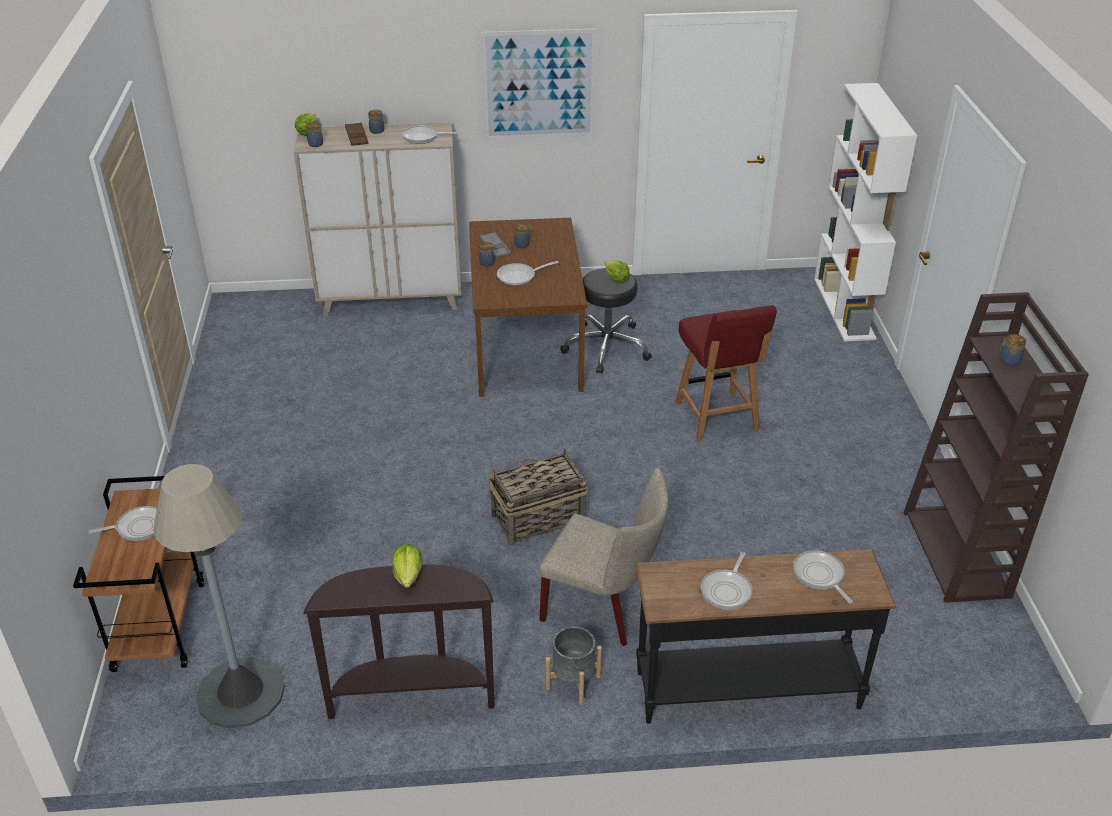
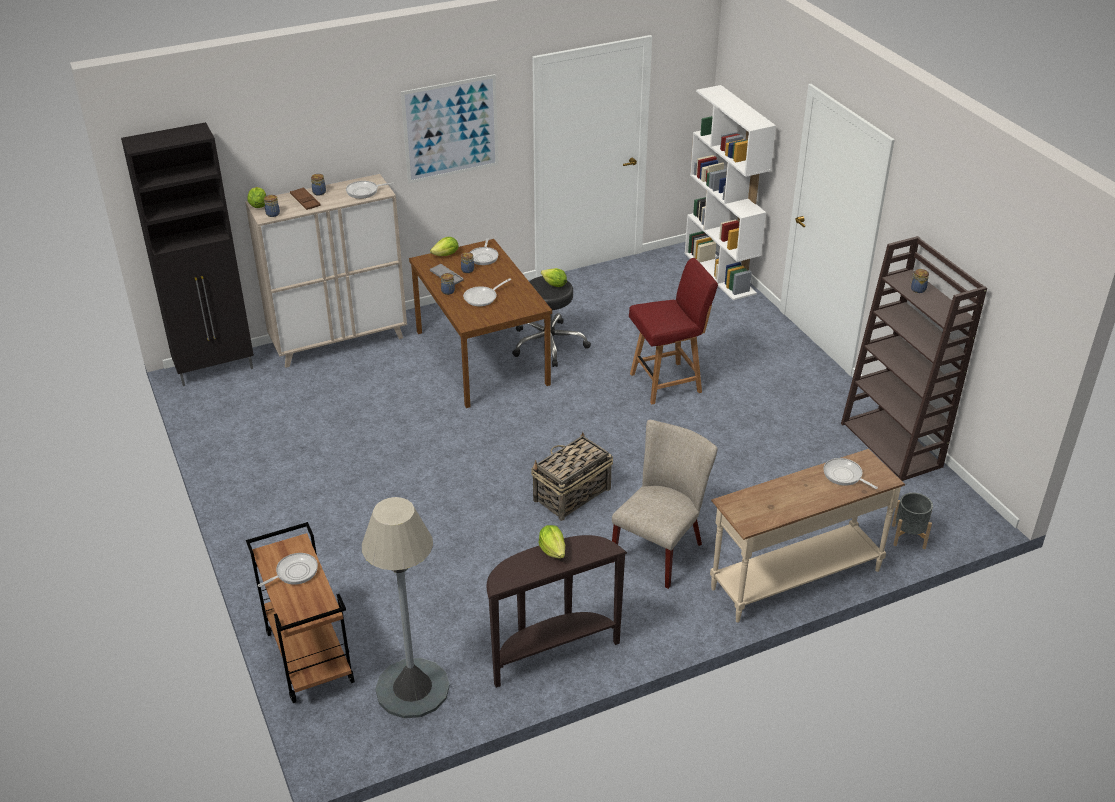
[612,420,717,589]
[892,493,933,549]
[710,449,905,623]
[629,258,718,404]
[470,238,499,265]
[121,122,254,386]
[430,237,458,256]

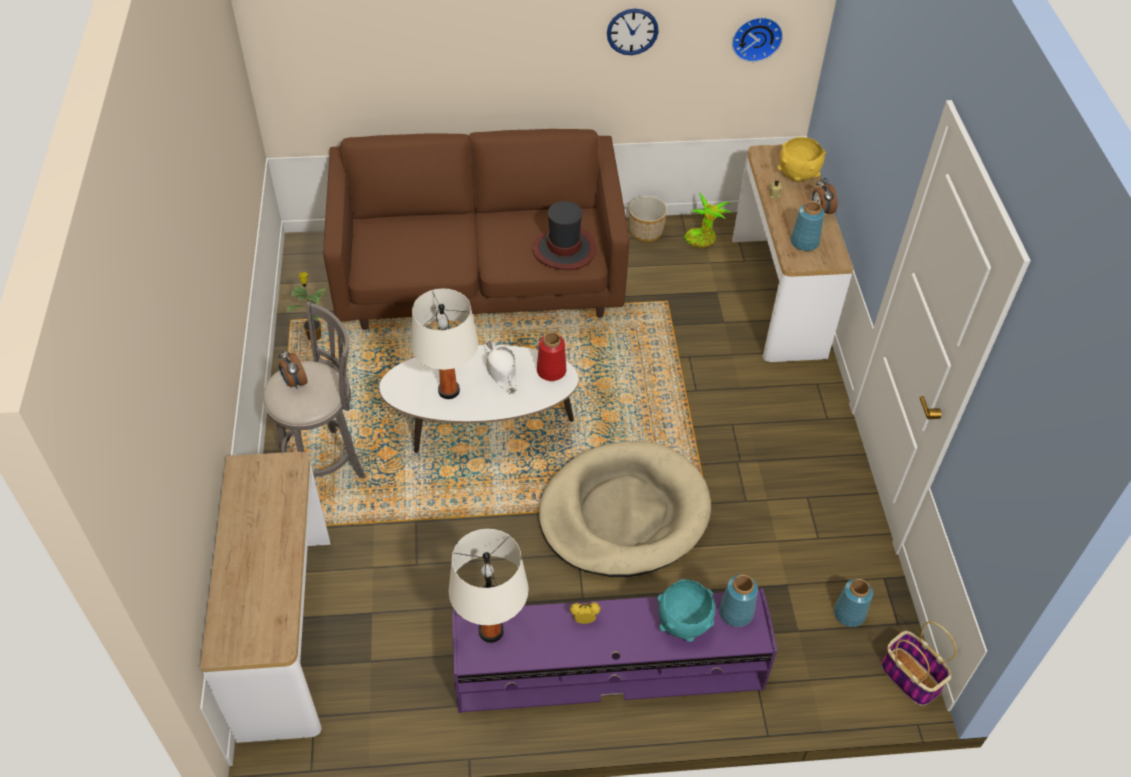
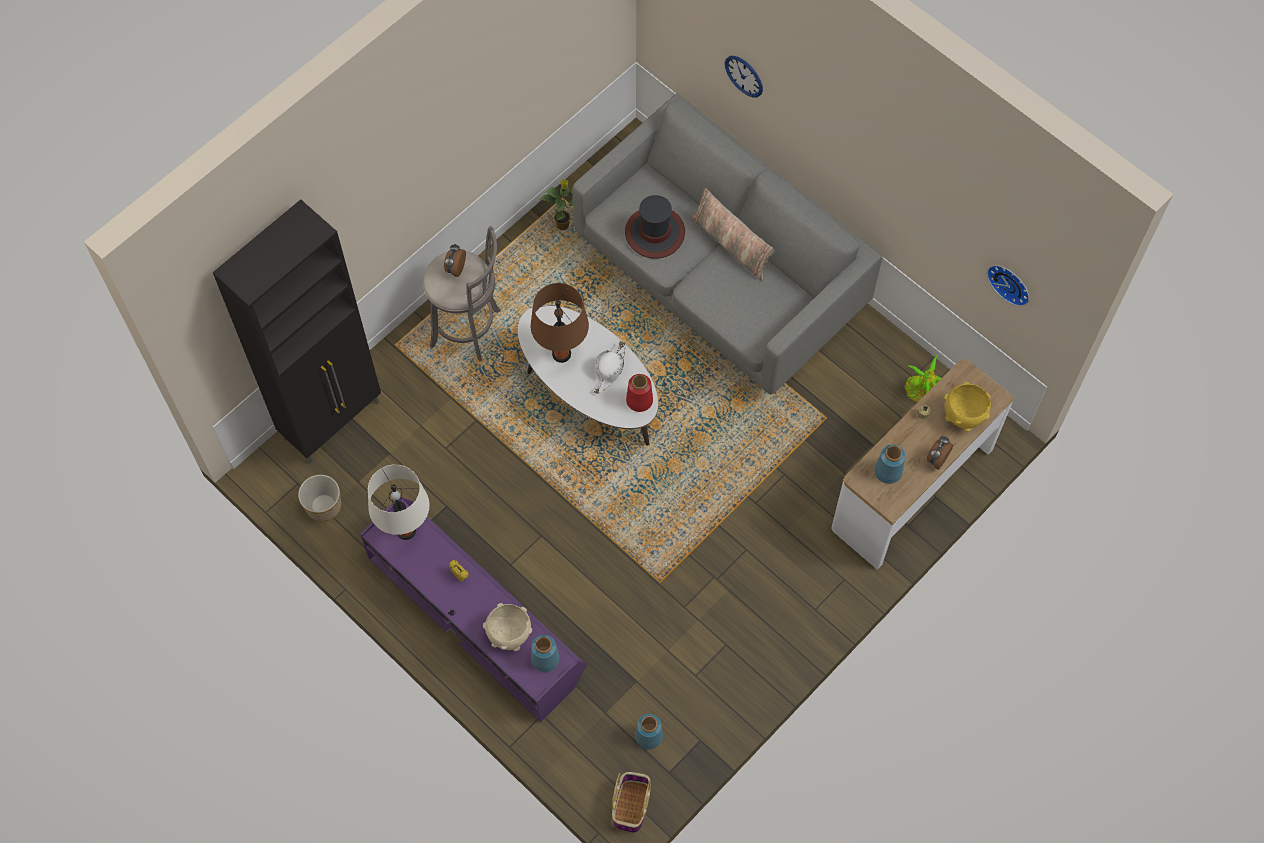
[213,199,381,464]
[572,94,883,394]
[531,283,589,363]
[625,195,685,259]
[539,441,711,577] (first image)
[725,56,763,98]
[298,475,341,522]
[483,603,532,651]
[691,188,774,281]

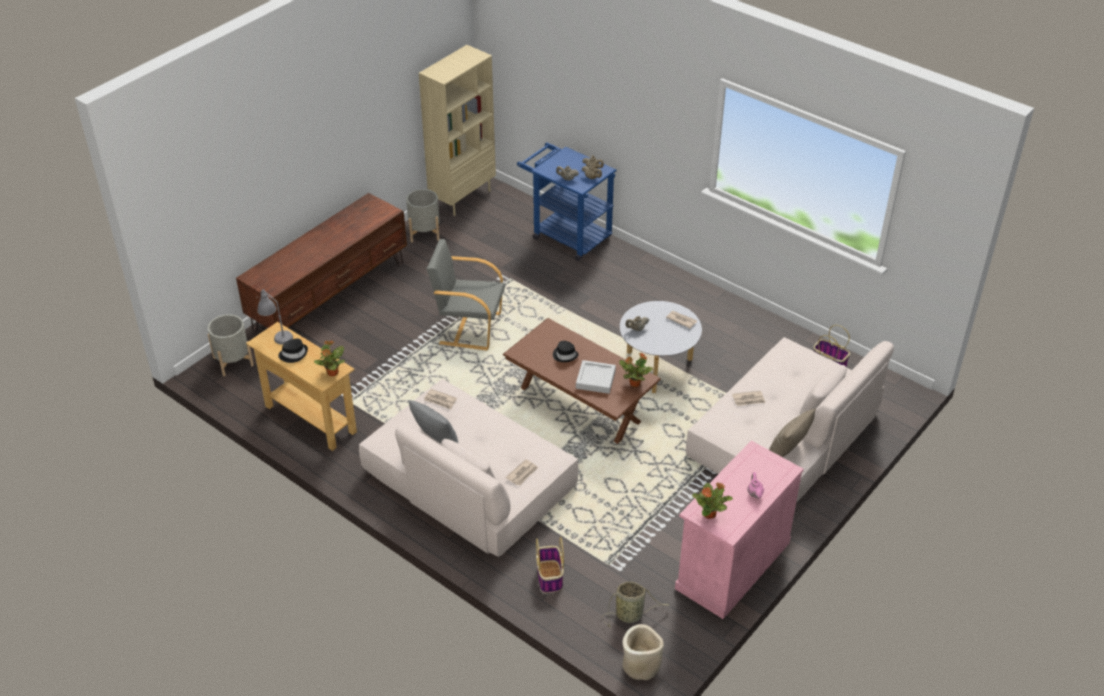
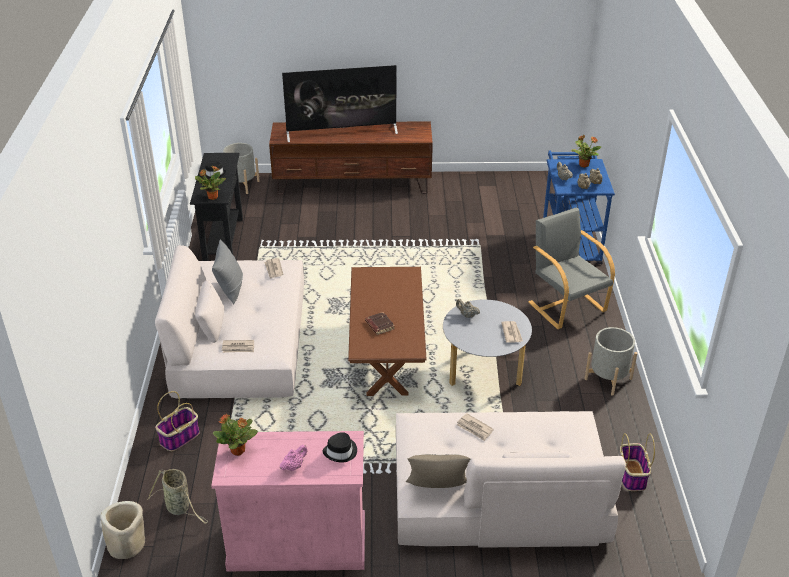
[190,153,243,261]
[257,289,293,345] (first image)
[585,327,637,396]
[419,45,496,216] (first image)
[528,208,615,329]
[322,432,357,463]
[365,312,395,335]
[571,135,601,168]
[282,65,398,142]

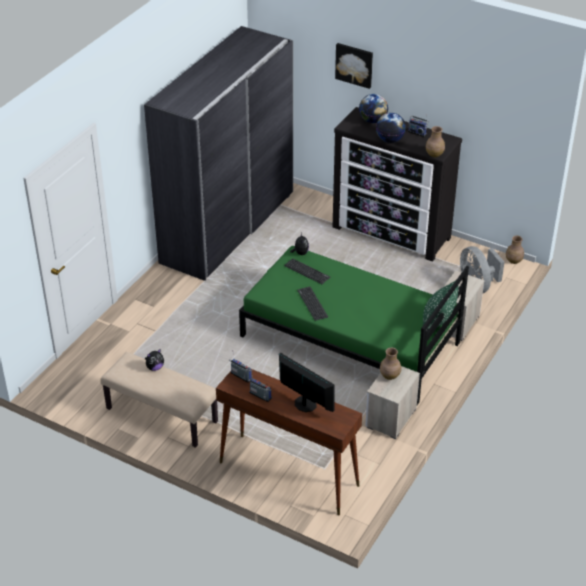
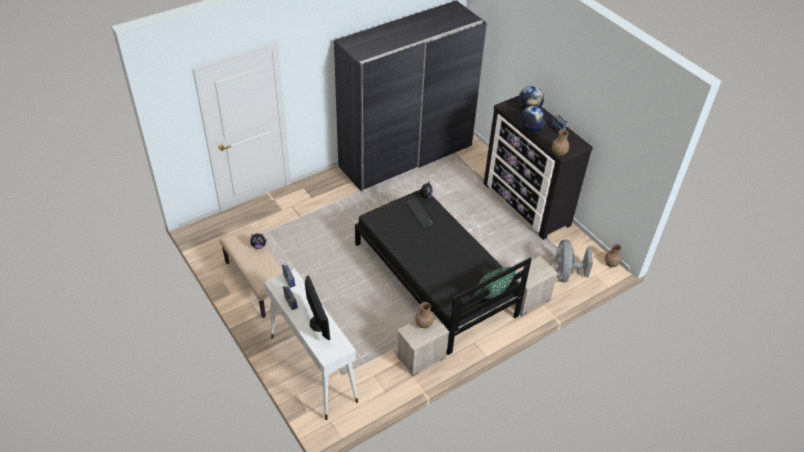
[264,269,358,420]
[355,189,532,355]
[297,287,328,321] (first image)
[335,43,373,89] (first image)

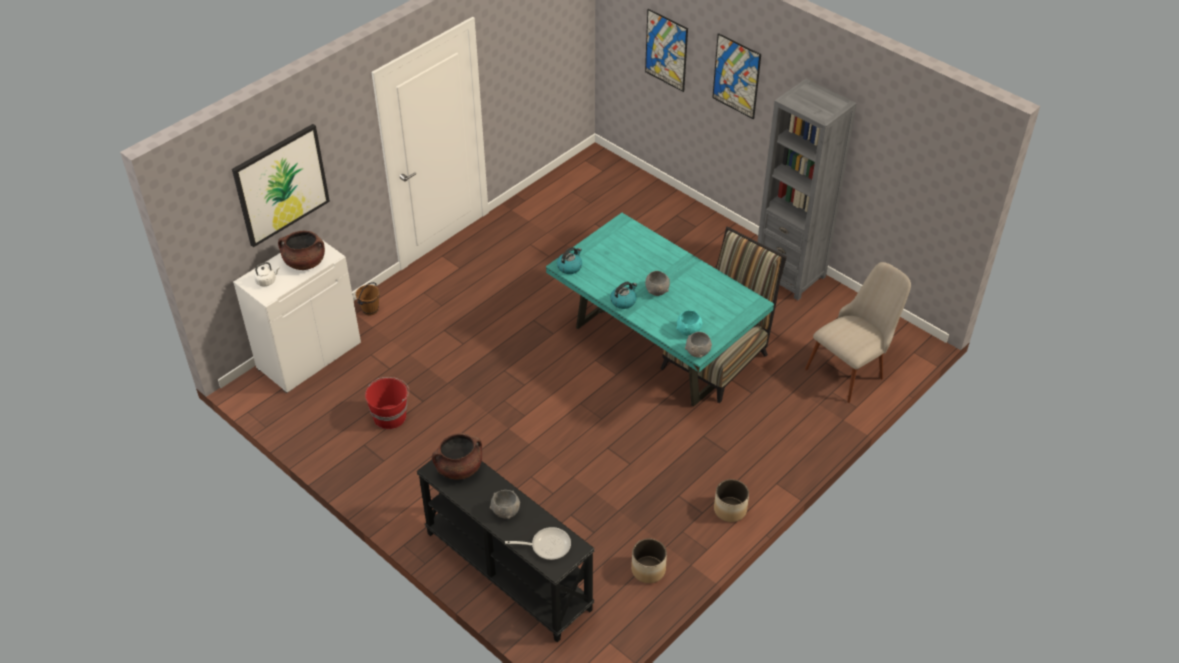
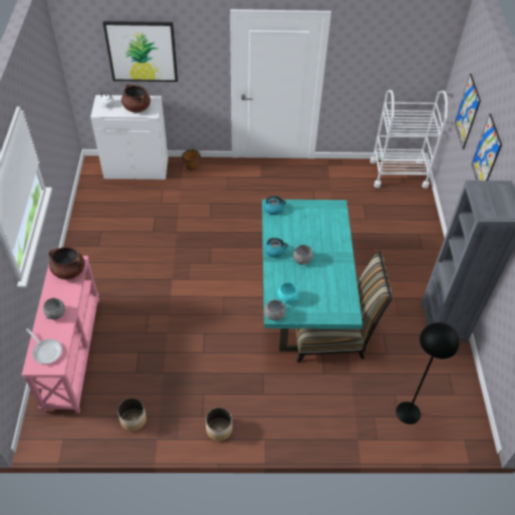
[365,377,409,429] (first image)
[22,256,100,413]
[396,322,460,424]
[370,90,448,188]

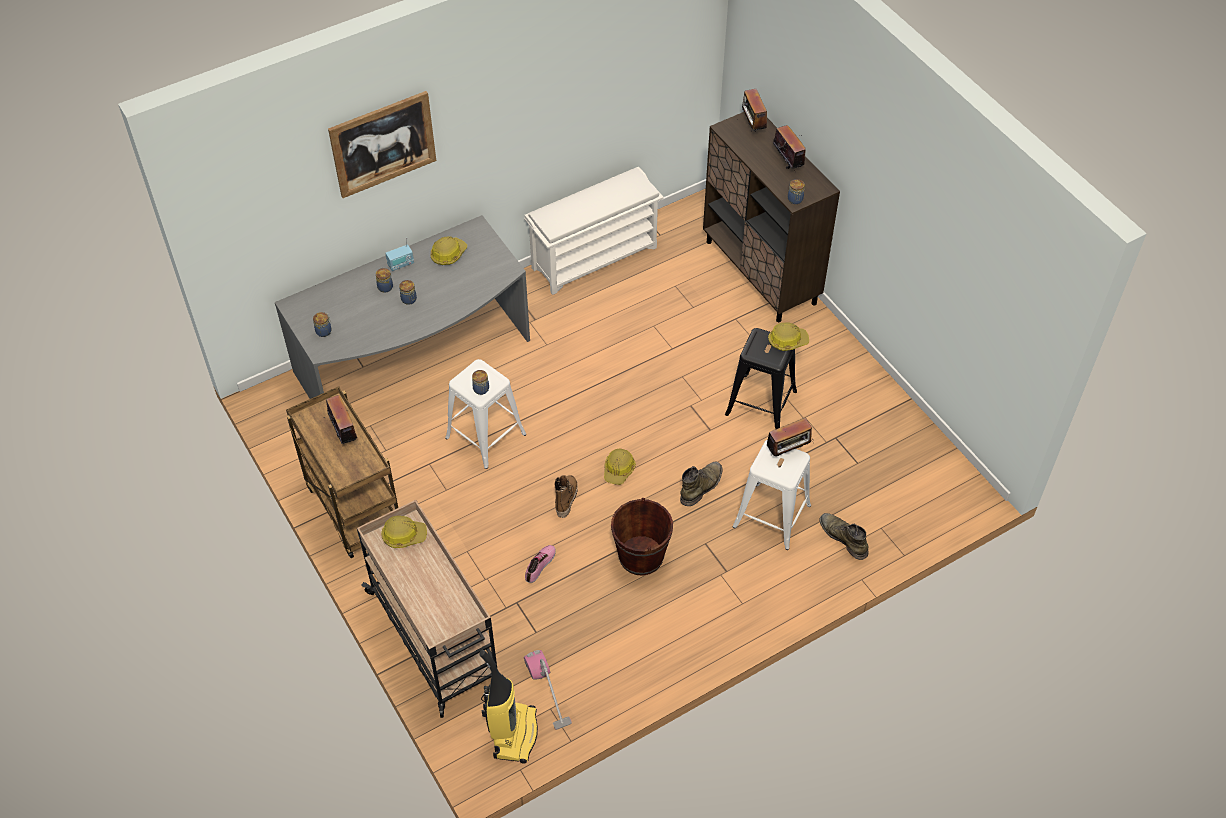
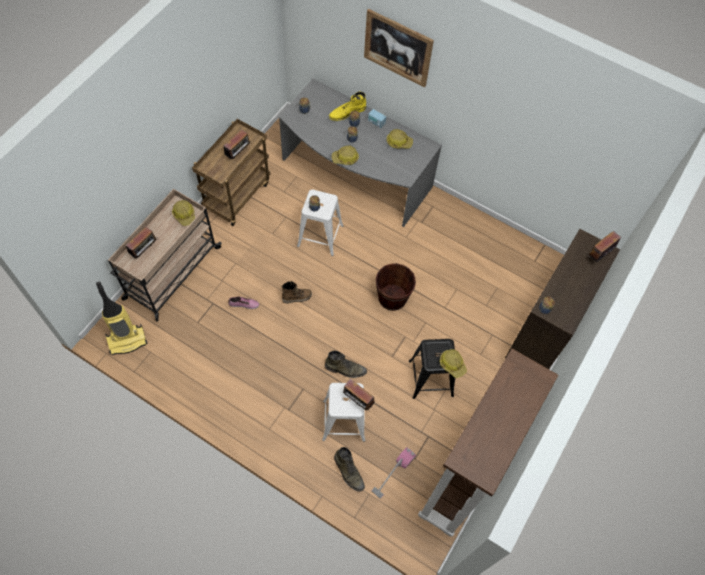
[524,167,664,295] (first image)
[372,447,416,499]
[332,146,359,165]
[376,263,416,311]
[126,226,156,258]
[334,447,365,492]
[329,92,366,121]
[418,349,558,537]

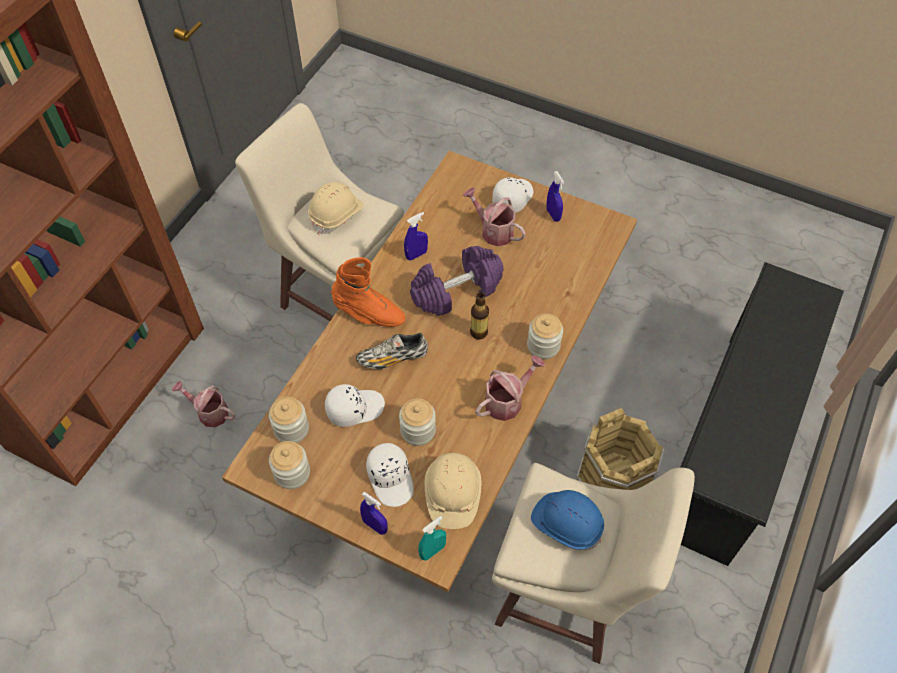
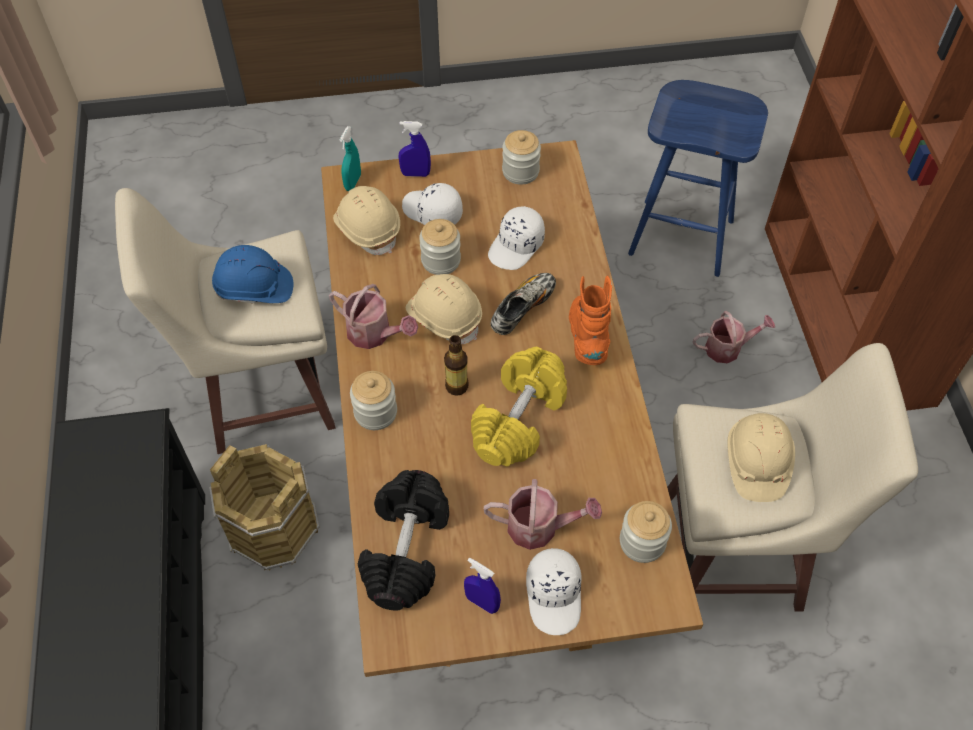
[620,501,672,563]
[569,276,612,365]
[404,212,428,260] (first image)
[471,347,567,467]
[329,284,418,349]
[358,470,449,611]
[406,274,482,344]
[628,80,768,277]

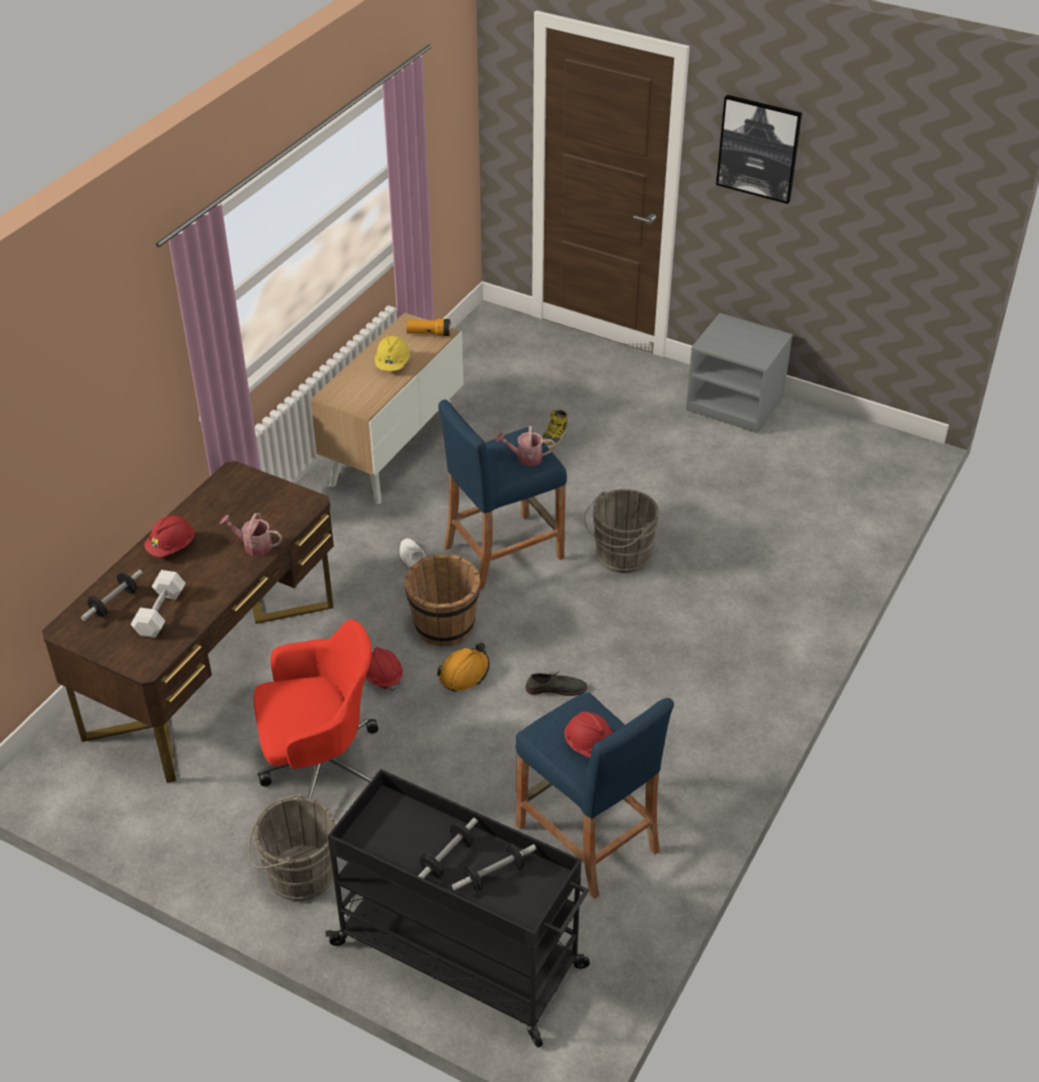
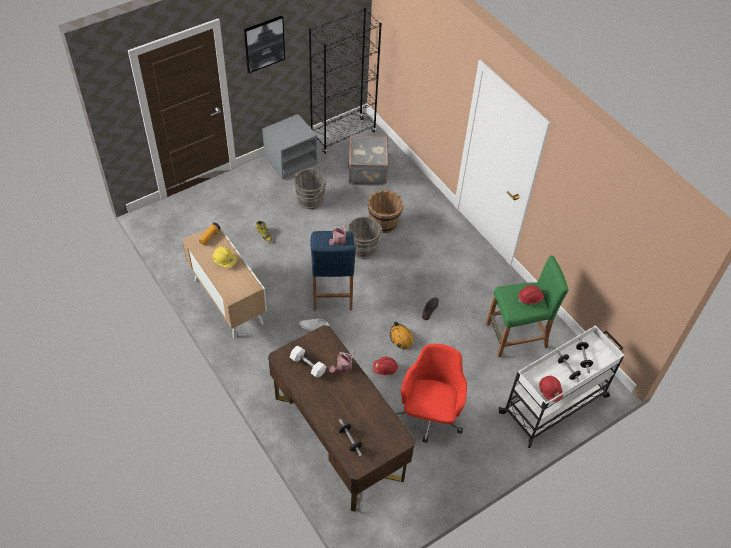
[290,346,326,378]
[539,375,563,402]
[290,169,326,209]
[498,325,625,448]
[368,190,403,233]
[486,255,569,357]
[309,8,382,154]
[348,136,390,186]

